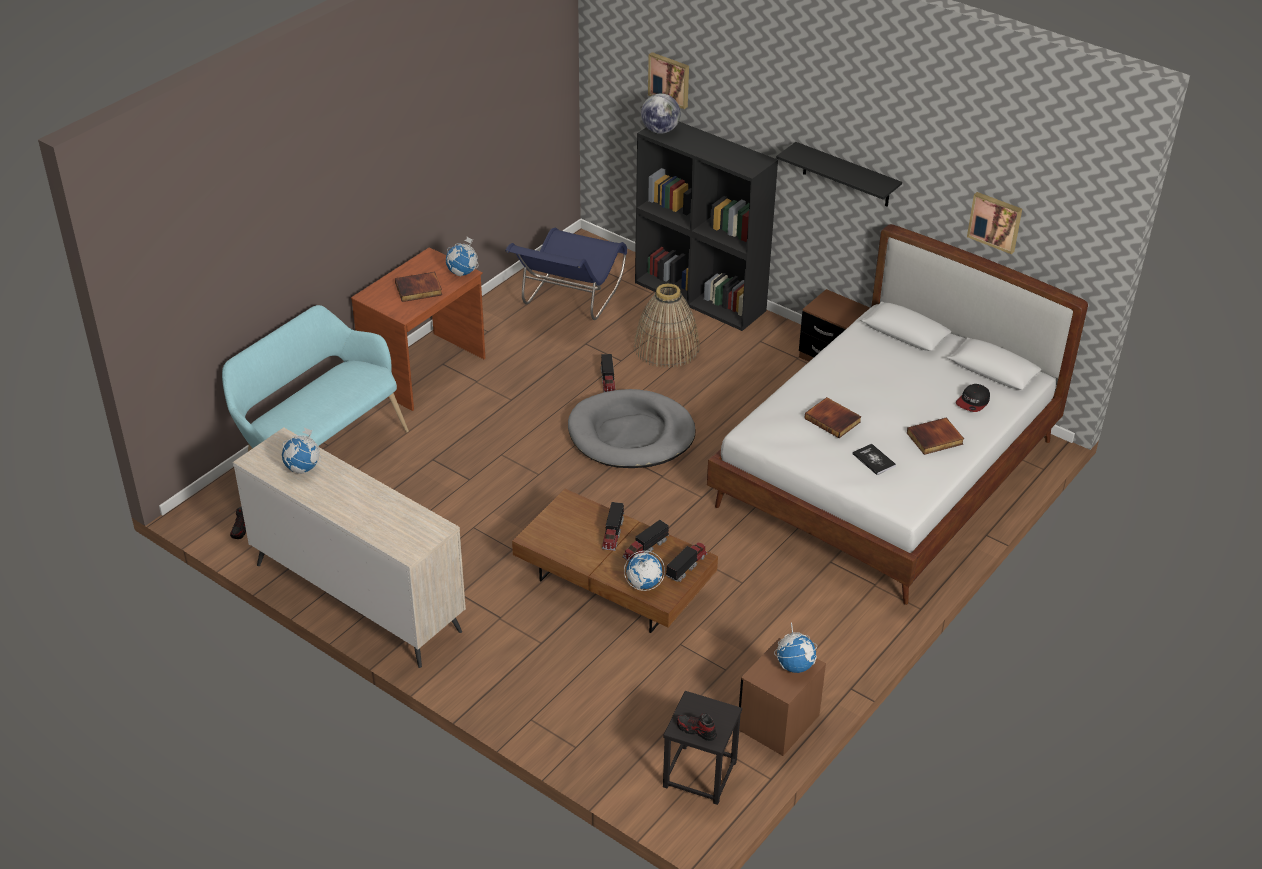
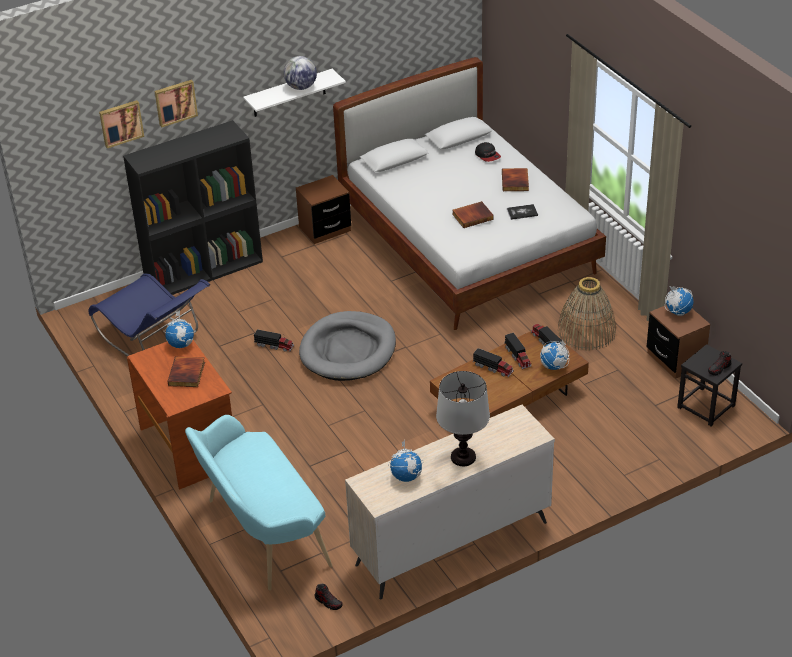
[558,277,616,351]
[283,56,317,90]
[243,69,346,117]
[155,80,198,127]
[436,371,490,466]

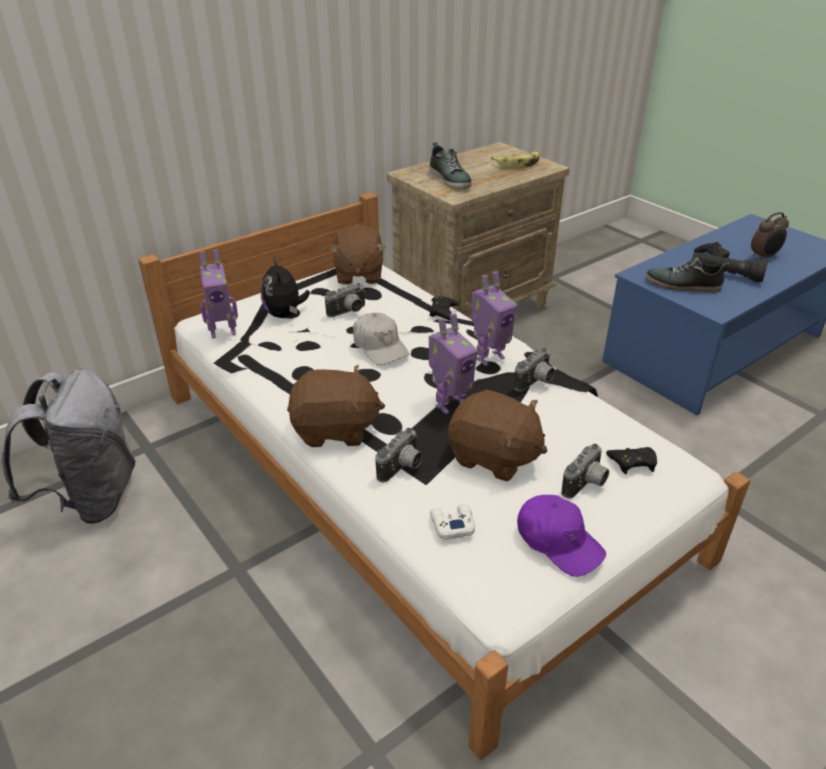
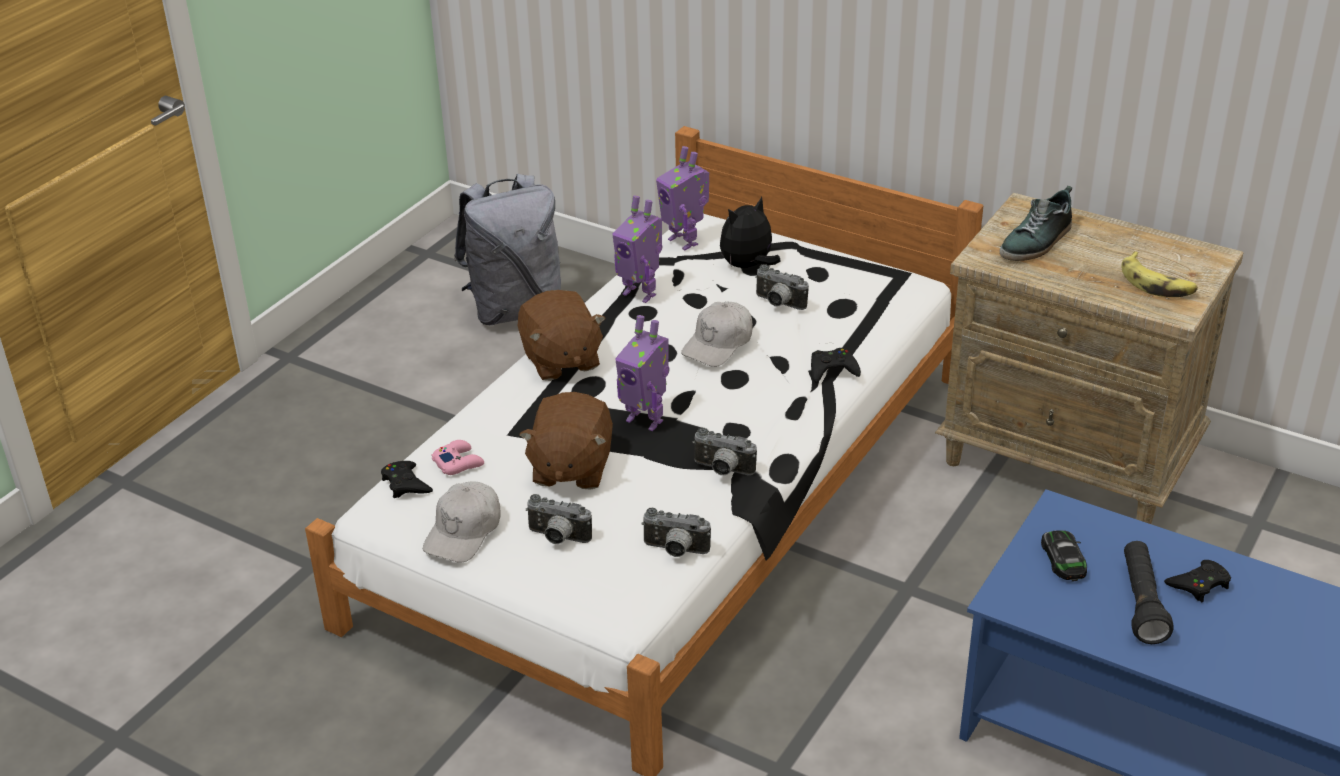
[329,225,386,285] (first image)
[642,508,711,557]
[431,440,484,475]
[612,195,662,303]
[423,481,501,563]
[381,461,433,498]
[1041,531,1087,581]
[751,212,789,260] (first image)

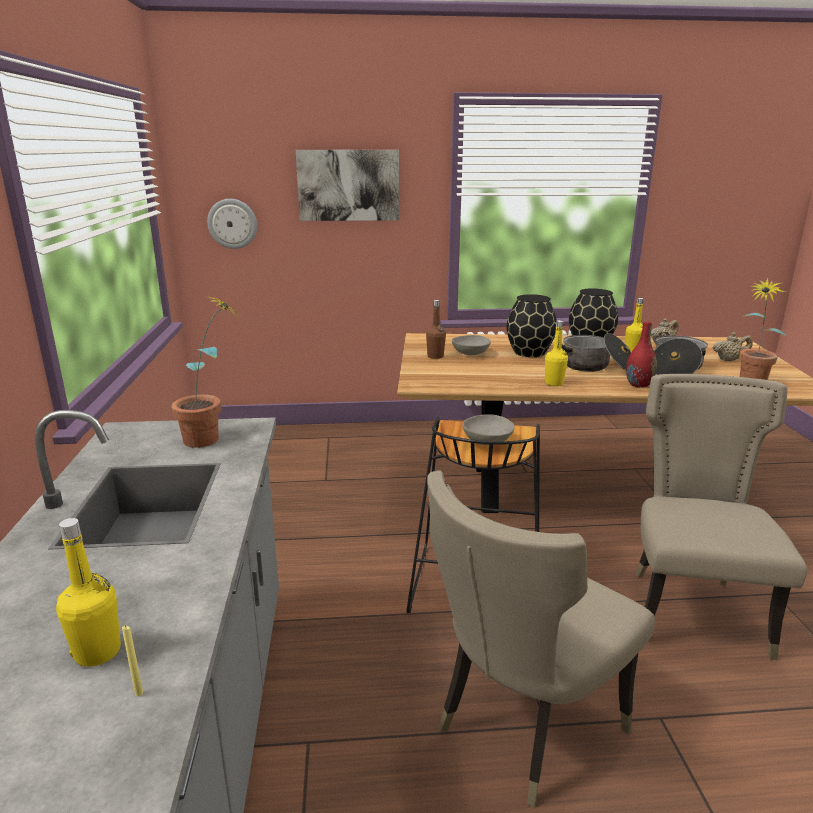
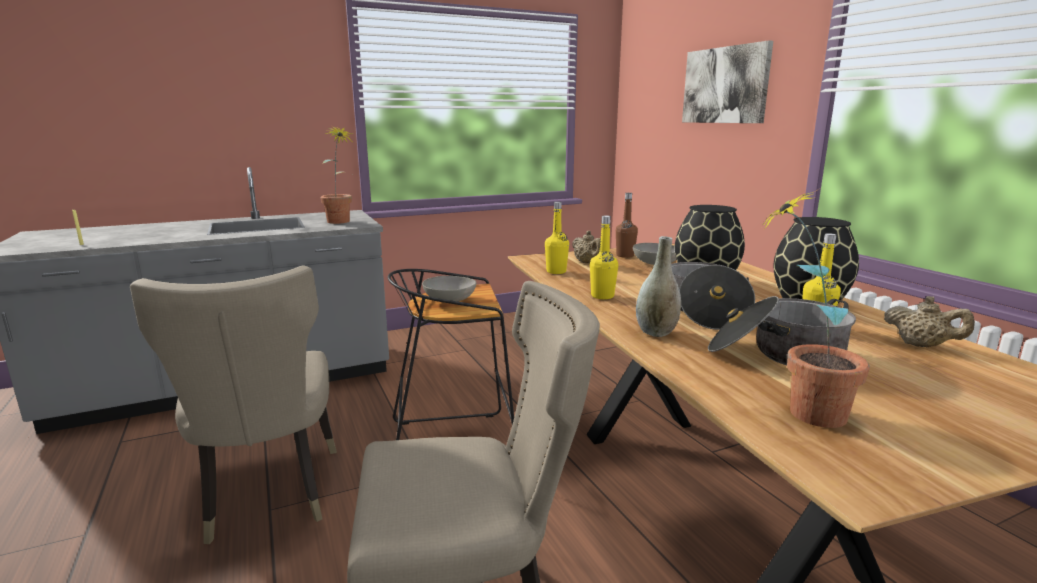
[545,202,569,274]
[207,199,257,249] (first image)
[130,265,336,544]
[636,236,681,337]
[572,231,601,263]

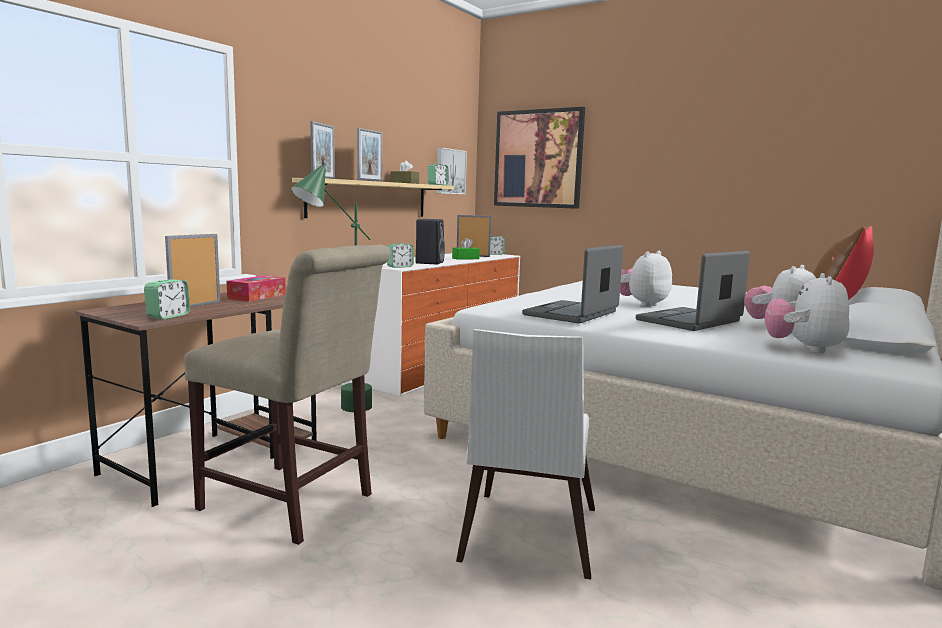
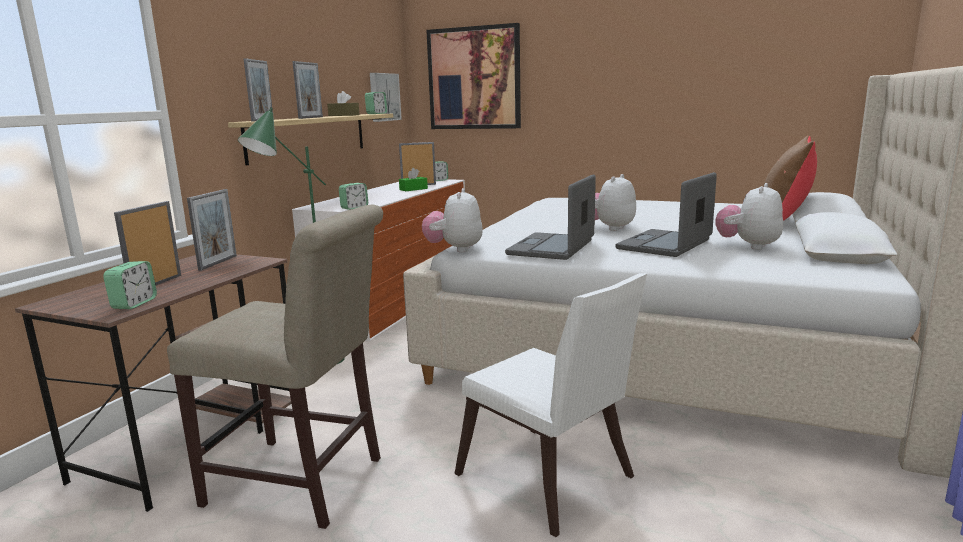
[187,189,237,271]
[415,219,445,264] (first image)
[455,273,647,537]
[422,188,483,252]

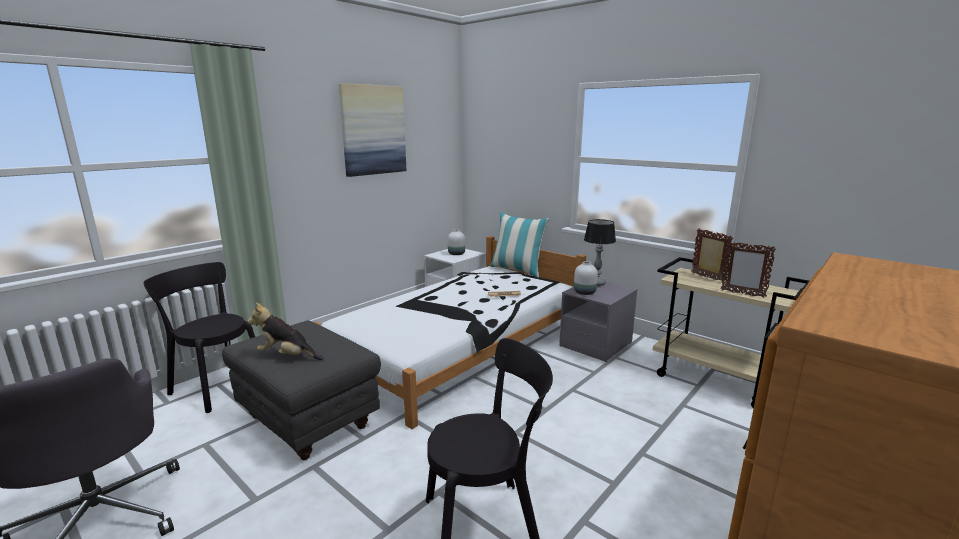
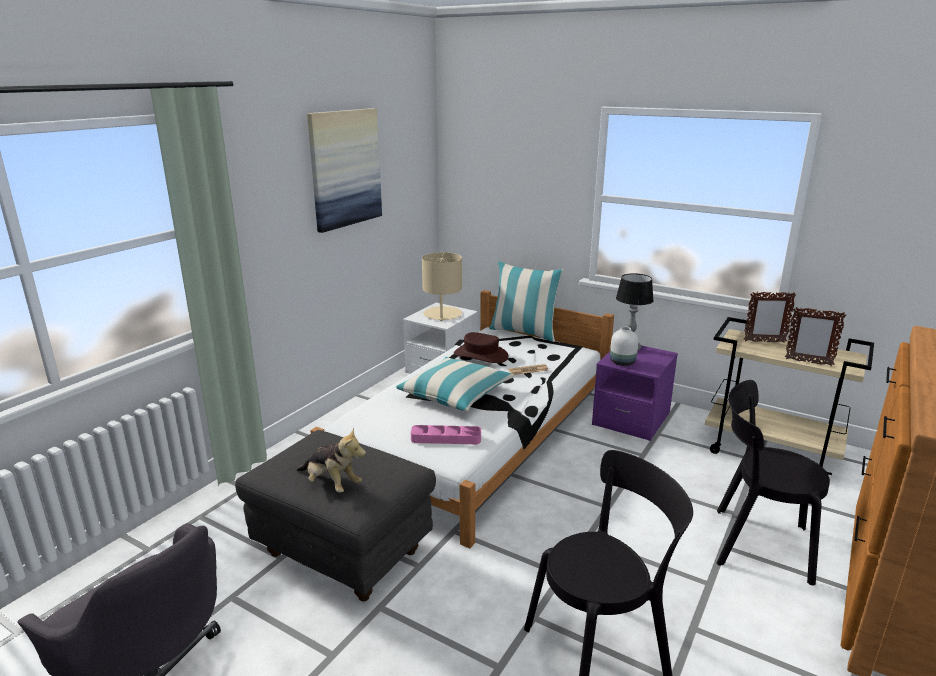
[717,380,830,586]
[297,427,366,493]
[422,252,462,321]
[592,345,678,441]
[744,291,796,343]
[396,357,514,412]
[411,425,481,444]
[454,332,509,363]

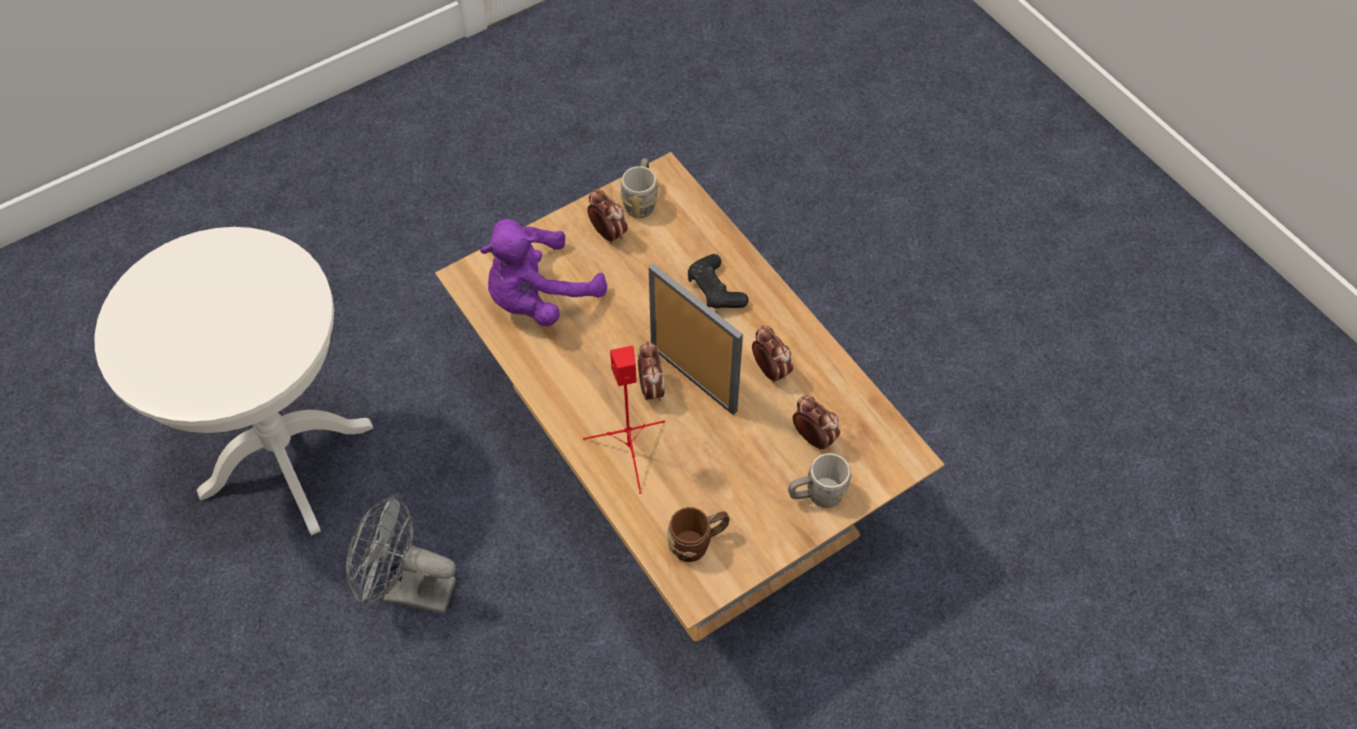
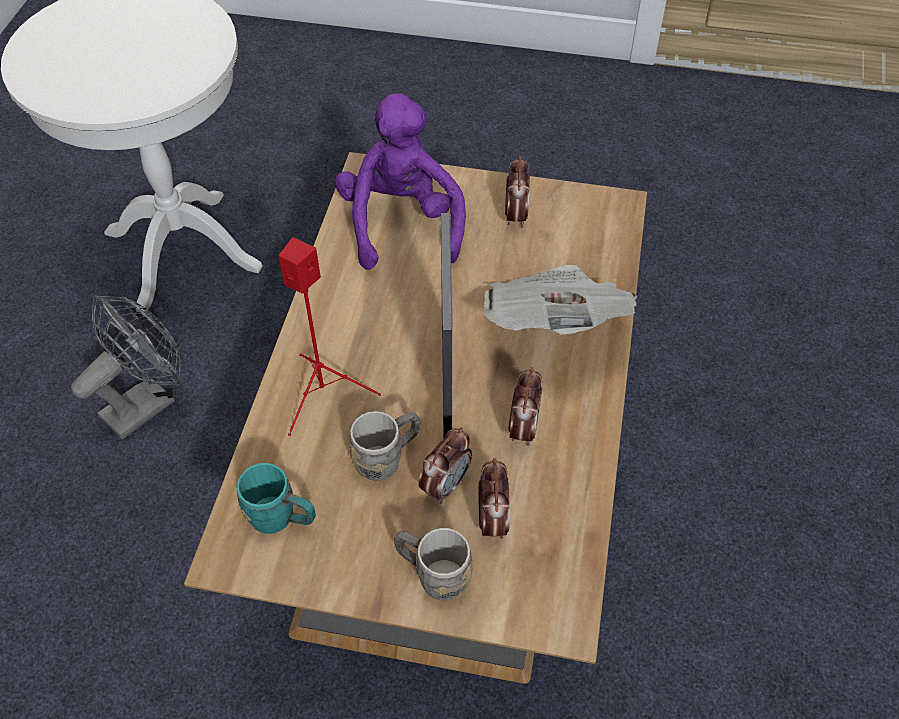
[71,295,181,440]
[335,93,466,270]
[349,411,420,481]
[418,428,472,504]
[236,463,316,534]
[483,265,638,335]

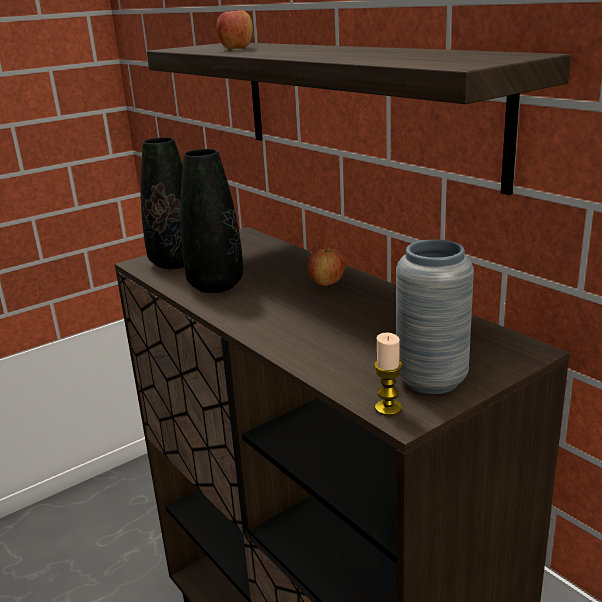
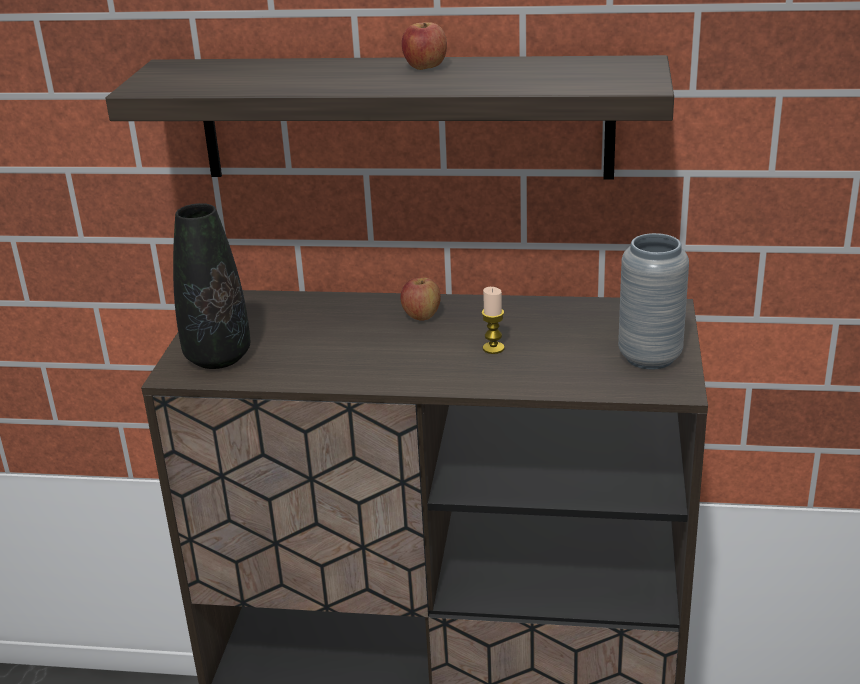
[180,149,243,293] (first image)
[402,22,447,70]
[481,287,505,354]

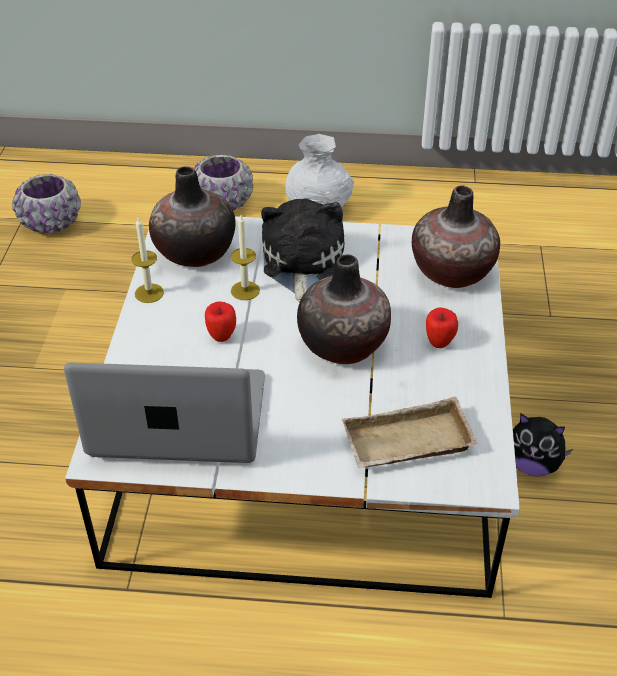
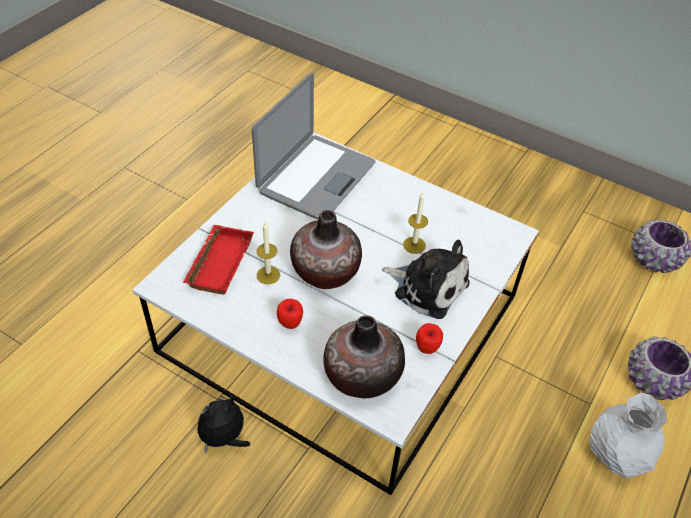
[257,222,280,284]
[149,167,236,267] (first image)
[416,323,443,354]
[183,225,254,295]

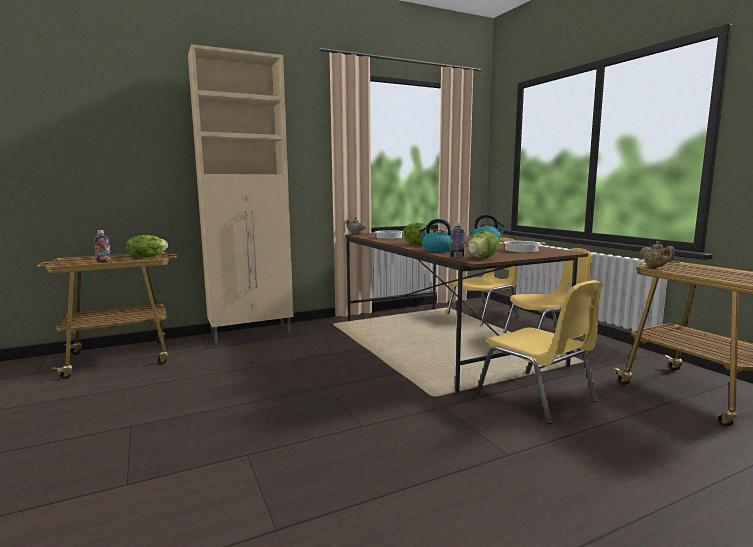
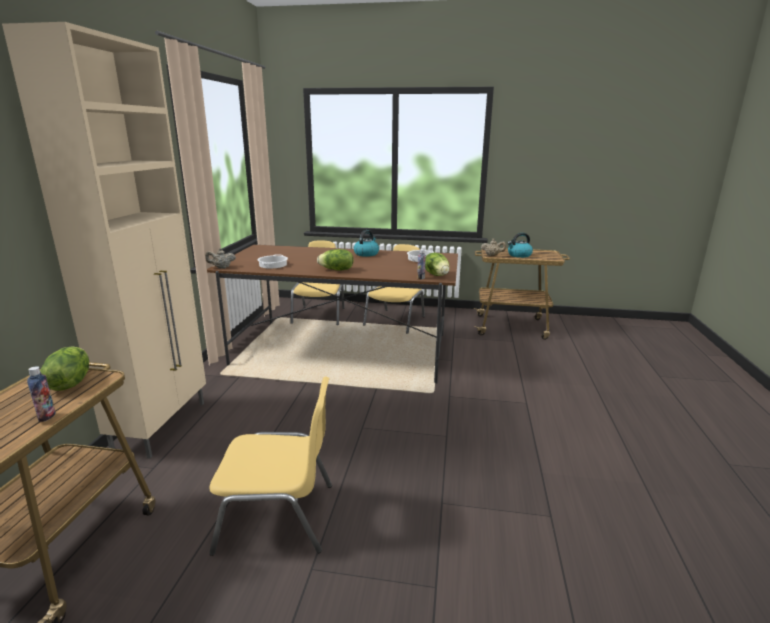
[508,233,533,258]
[209,376,332,556]

